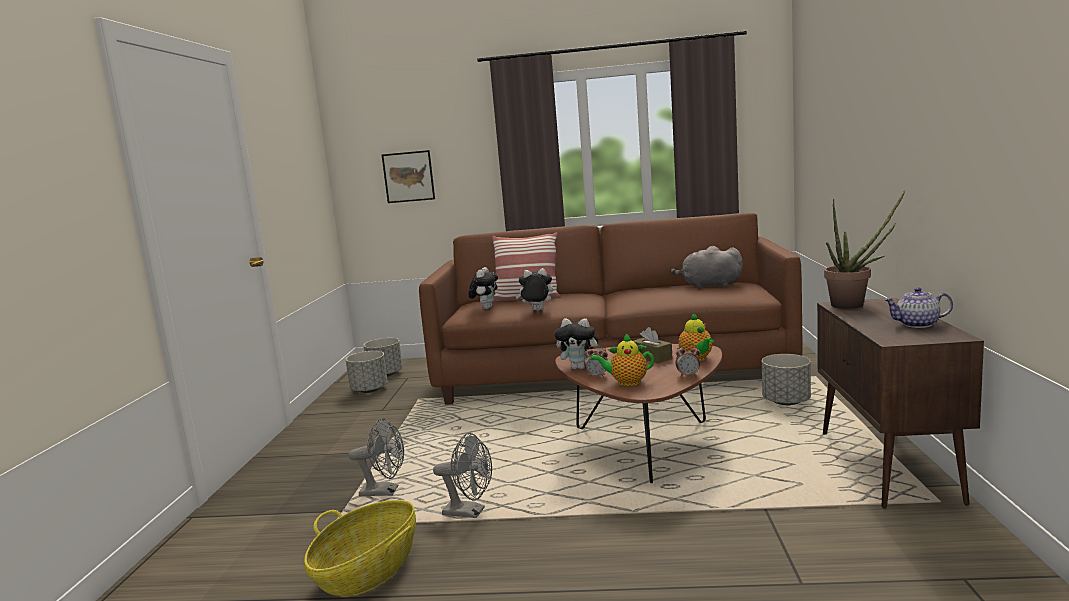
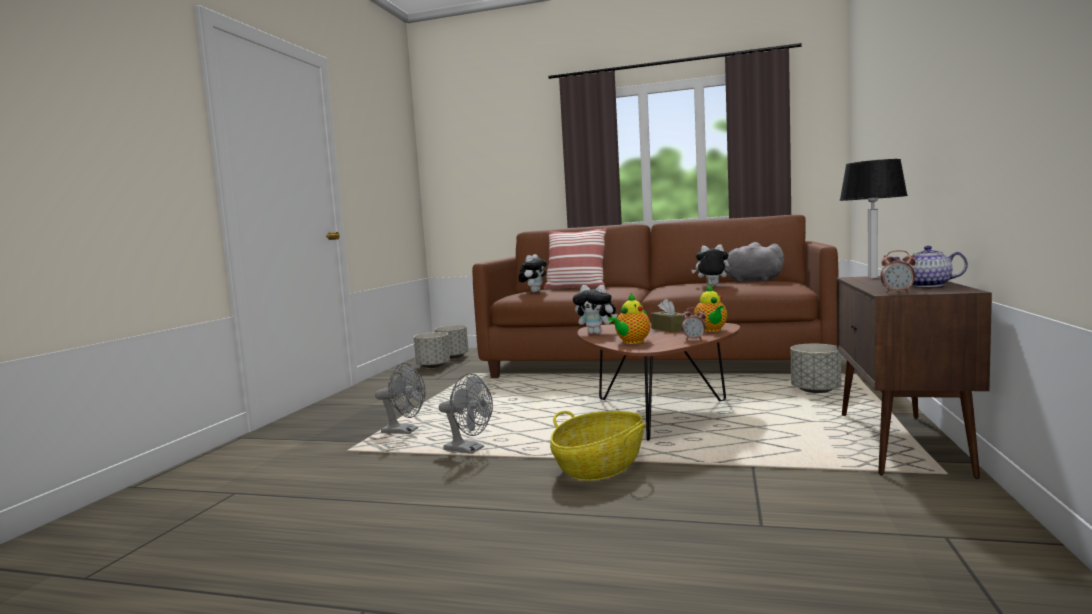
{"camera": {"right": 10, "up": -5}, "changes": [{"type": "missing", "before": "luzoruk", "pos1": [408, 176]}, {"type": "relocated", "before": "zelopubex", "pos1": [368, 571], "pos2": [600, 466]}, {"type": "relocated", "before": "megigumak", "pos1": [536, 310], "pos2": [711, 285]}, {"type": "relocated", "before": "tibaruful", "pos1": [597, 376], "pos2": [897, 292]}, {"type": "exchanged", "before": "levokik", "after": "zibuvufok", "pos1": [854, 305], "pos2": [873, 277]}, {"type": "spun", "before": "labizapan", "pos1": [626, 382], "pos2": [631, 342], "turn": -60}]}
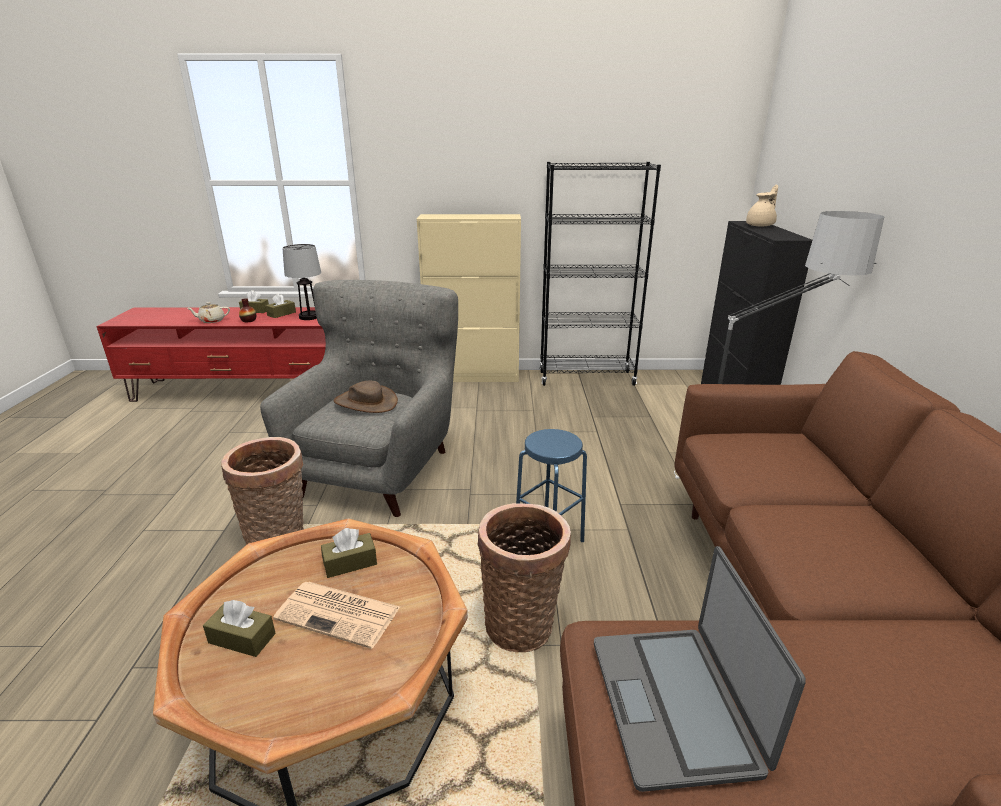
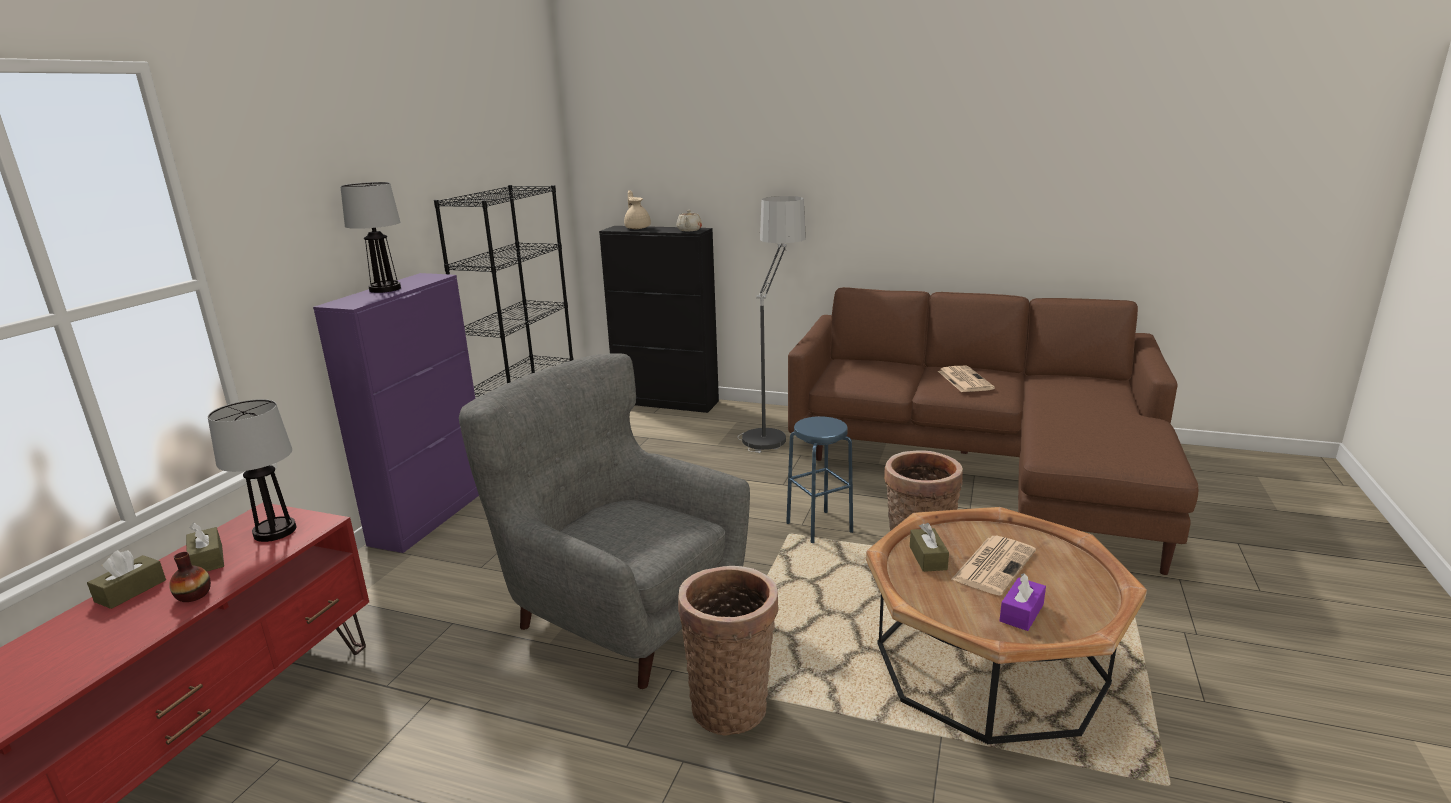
{"camera": {"right": -70, "up": -5}, "changes": [{"type": "missing", "before": "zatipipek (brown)", "pos1": [366, 402]}, {"type": "missing", "before": "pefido", "pos1": [675, 704]}, {"type": "appeared", "after": "zibuvufok", "pos2": [384, 289]}, {"type": "appeared", "after": "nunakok", "pos2": [964, 380]}, {"type": "relocated", "before": "labizapan (beige)", "pos1": [211, 321], "pos2": [689, 230]}, {"type": "colour", "before": "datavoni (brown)", "after": "datavoni (purple)", "pos1": [242, 638], "pos2": [1021, 613]}, {"type": "colour", "before": "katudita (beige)", "after": "katudita (purple)", "pos1": [473, 376], "pos2": [432, 514]}]}
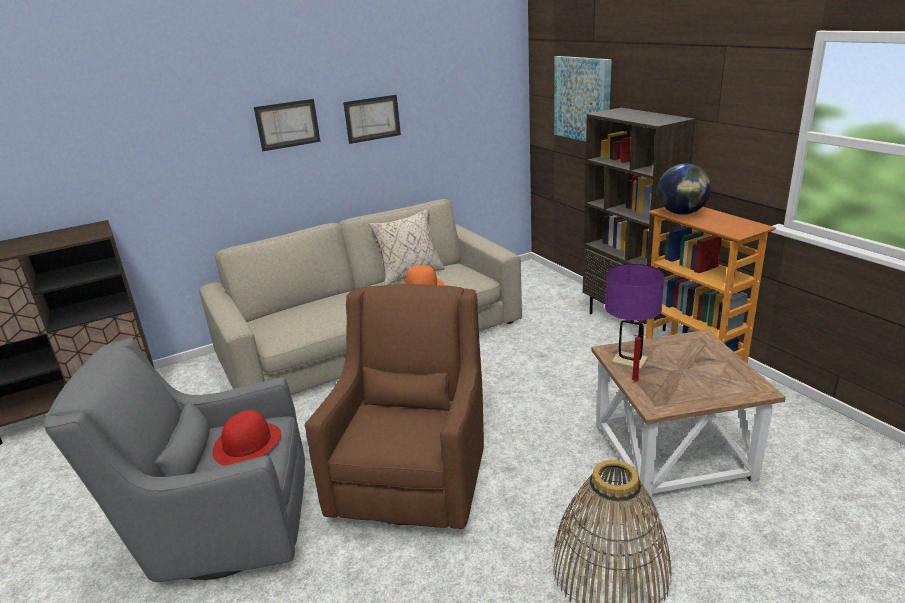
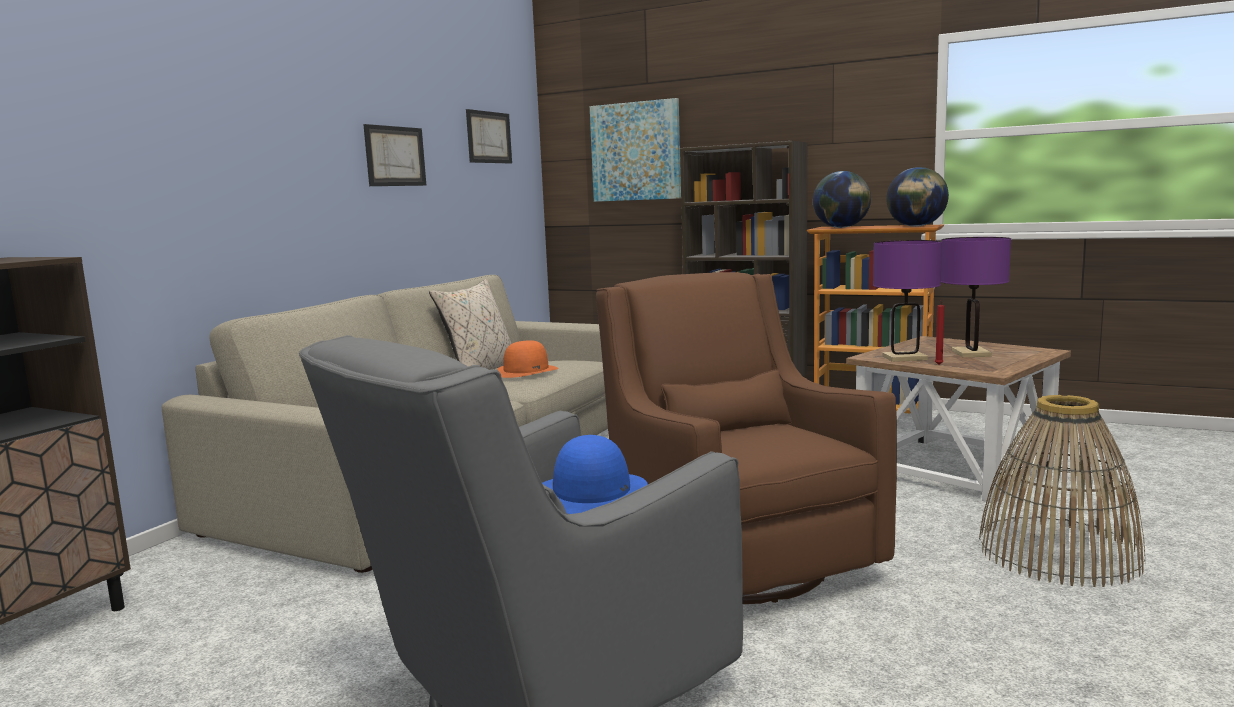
{"camera": {"right": -35, "up": -15}, "changes": [{"type": "appeared", "after": "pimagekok", "pos2": [916, 226]}, {"type": "appeared", "after": "zibuvufok (purple)", "pos2": [971, 353]}, {"type": "relocated", "before": "luzoruk", "pos1": [287, 124], "pos2": [488, 137]}, {"type": "colour", "before": "zatipipek (red)", "after": "zatipipek (blue)", "pos1": [247, 443], "pos2": [592, 493]}]}
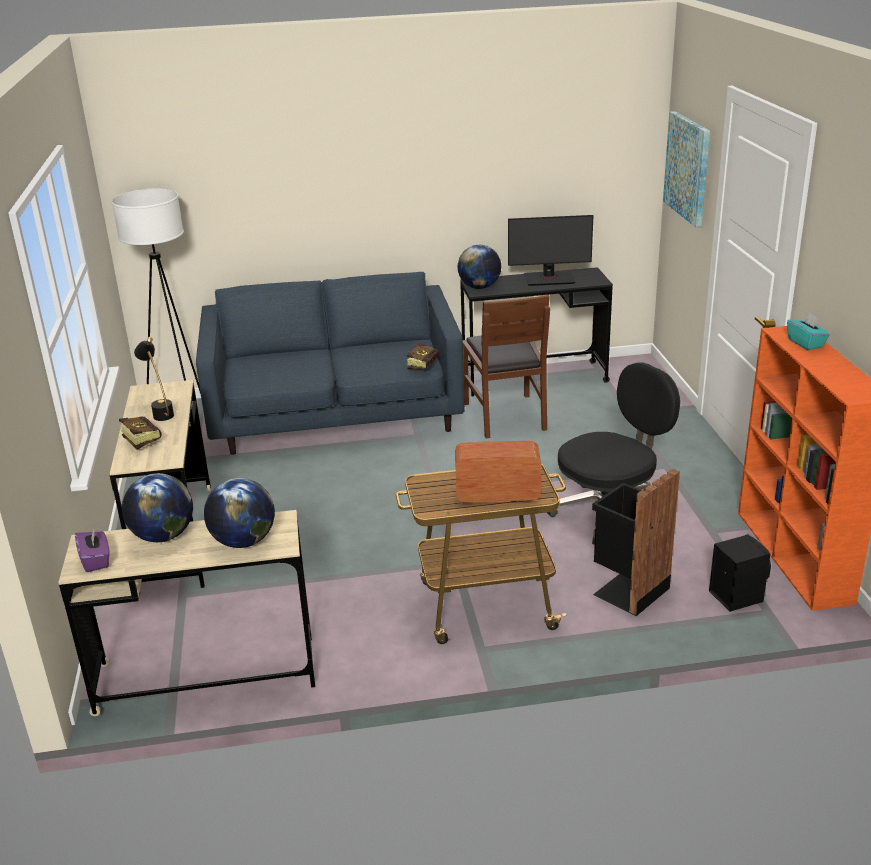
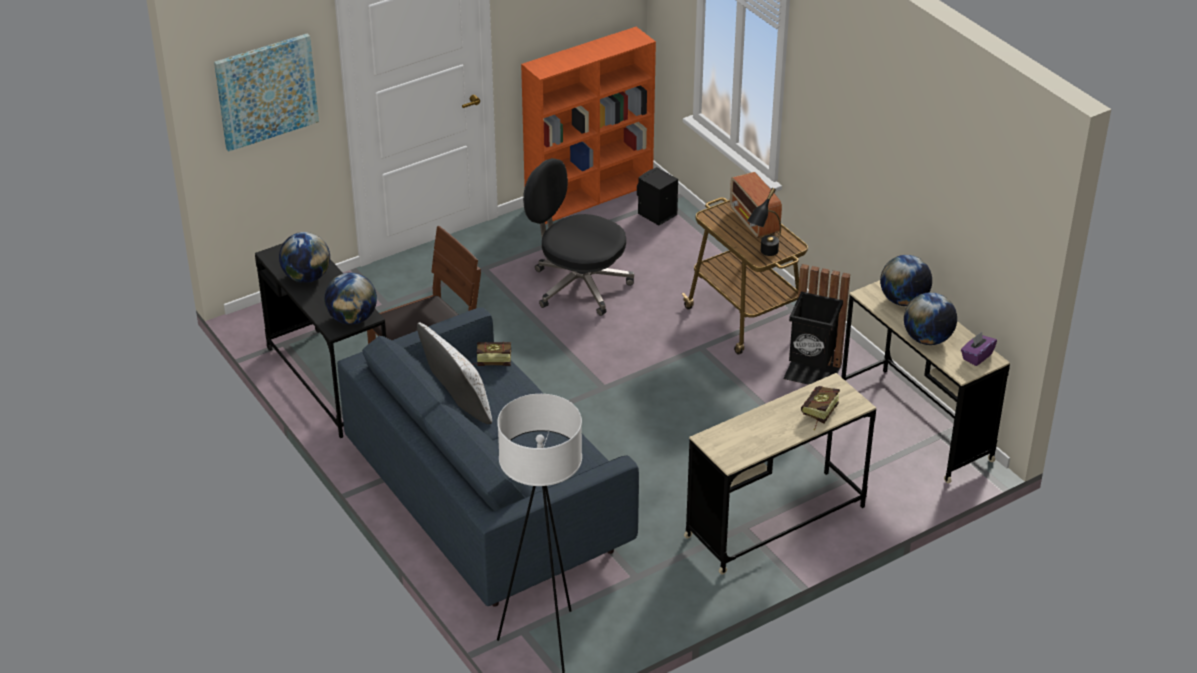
{"camera": {"right": -115, "up": 10}, "changes": [{"type": "missing", "before": "datavoni (turquoise)", "pos1": [806, 343]}, {"type": "appeared", "after": "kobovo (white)", "pos2": [458, 405]}, {"type": "relocated", "before": "zibuvufok (black)", "pos1": [160, 412], "pos2": [764, 255]}, {"type": "relocated", "before": "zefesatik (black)", "pos1": [628, 590], "pos2": [812, 373]}, {"type": "exchanged", "before": "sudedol", "after": "pimagekok", "pos1": [549, 279], "pos2": [306, 277]}]}
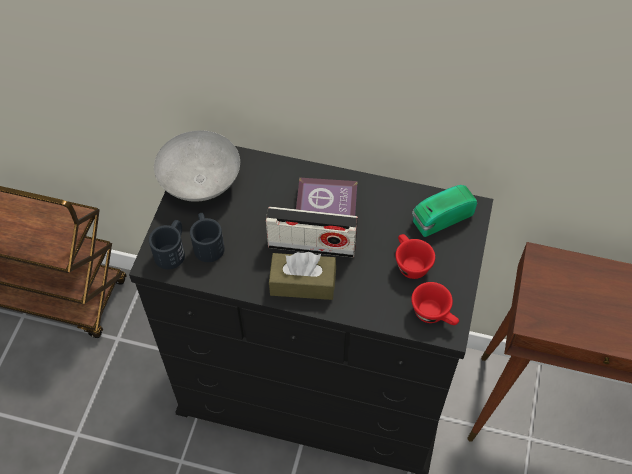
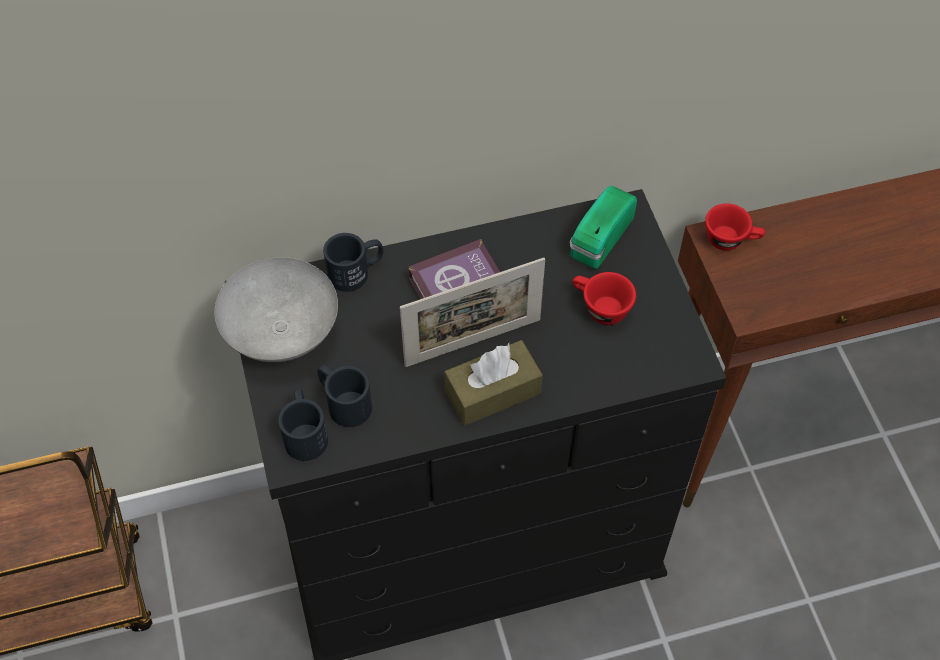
{"camera": {"right": -30, "up": 0}, "changes": [{"type": "appeared", "after": "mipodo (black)", "pos2": [356, 271]}, {"type": "relocated", "before": "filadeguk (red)", "pos1": [434, 314], "pos2": [731, 239]}, {"type": "exchanged", "before": "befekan", "after": "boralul", "pos1": [312, 245], "pos2": [473, 342]}]}
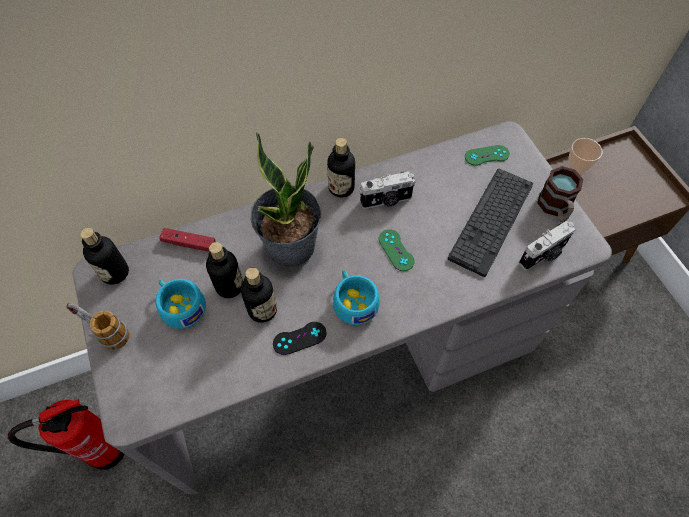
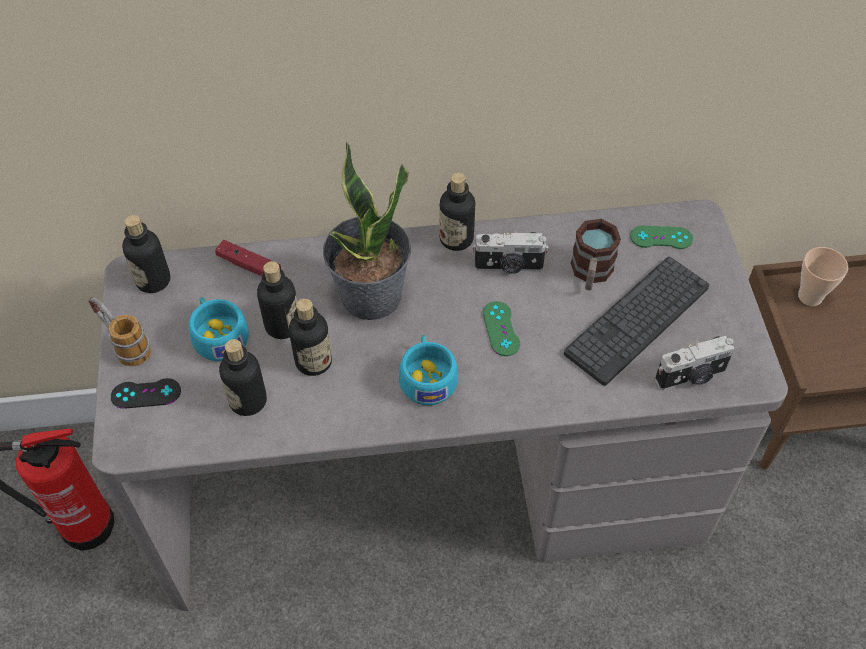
{"camera": {"right": 15, "up": -5}, "changes": [{"type": "appeared", "after": "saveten", "pos2": [248, 401]}, {"type": "relocated", "before": "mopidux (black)", "pos1": [299, 338], "pos2": [146, 394]}, {"type": "relocated", "before": "mipodo", "pos1": [555, 208], "pos2": [590, 274]}]}
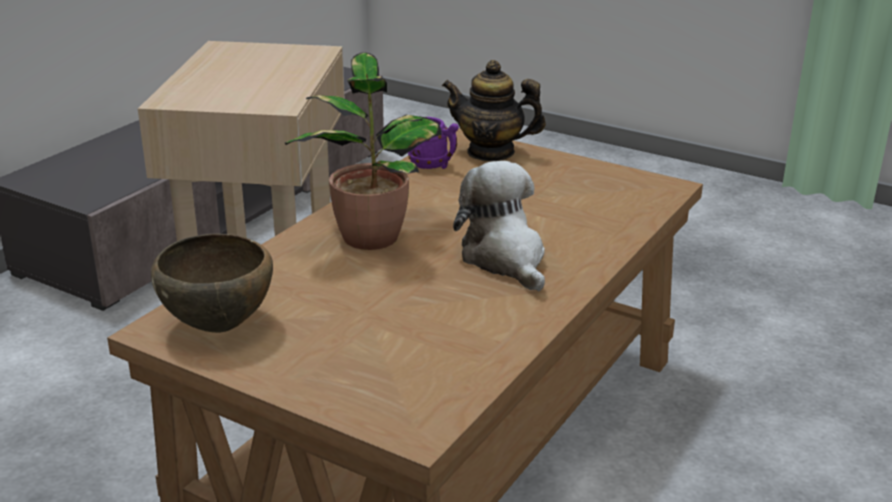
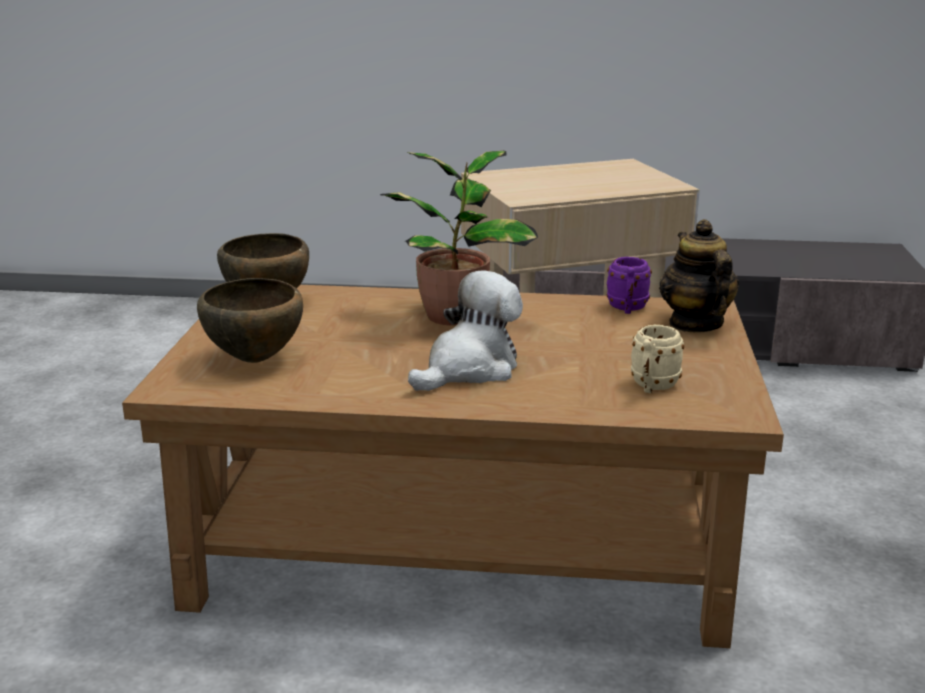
{"camera": {"right": 65, "up": -5}, "changes": [{"type": "appeared", "after": "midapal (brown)", "pos2": [256, 359]}, {"type": "appeared", "after": "mipodo (beige)", "pos2": [652, 386]}]}
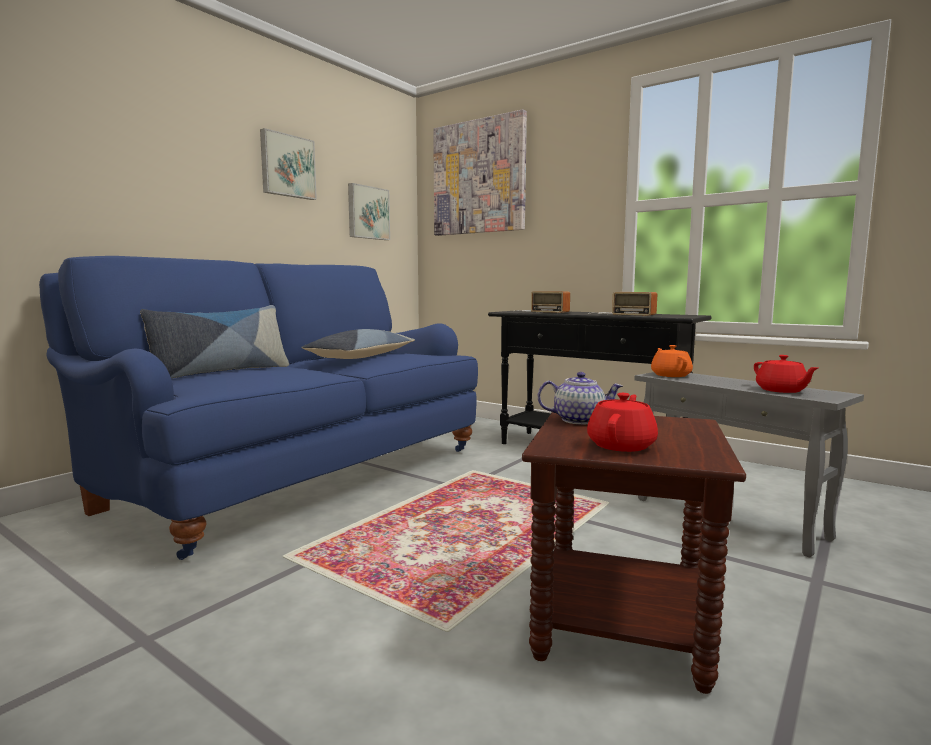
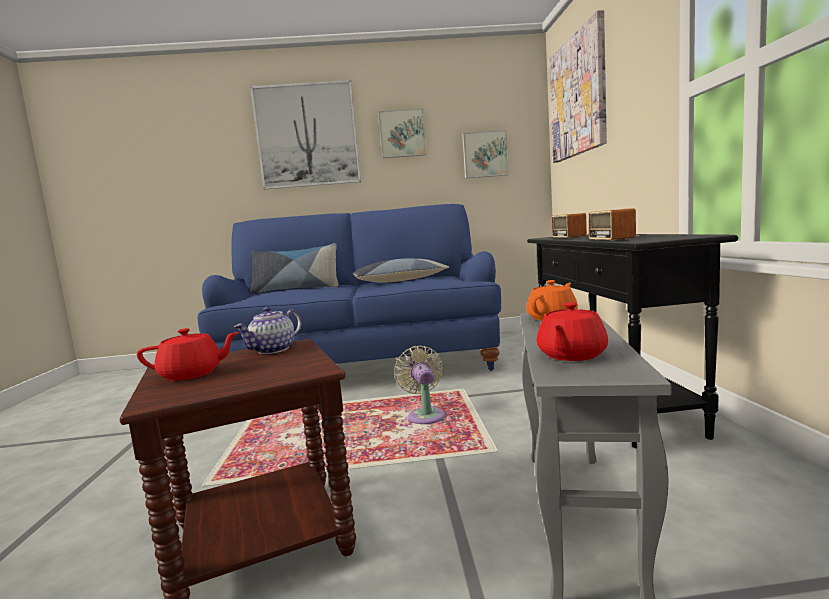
{"camera": {"right": 50, "up": 0}, "changes": [{"type": "appeared", "after": "luzoruk", "pos2": [307, 136]}, {"type": "appeared", "after": "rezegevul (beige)", "pos2": [425, 415]}, {"type": "spun", "before": "labizapan", "pos1": [579, 420], "pos2": [273, 350], "turn": 75}]}
